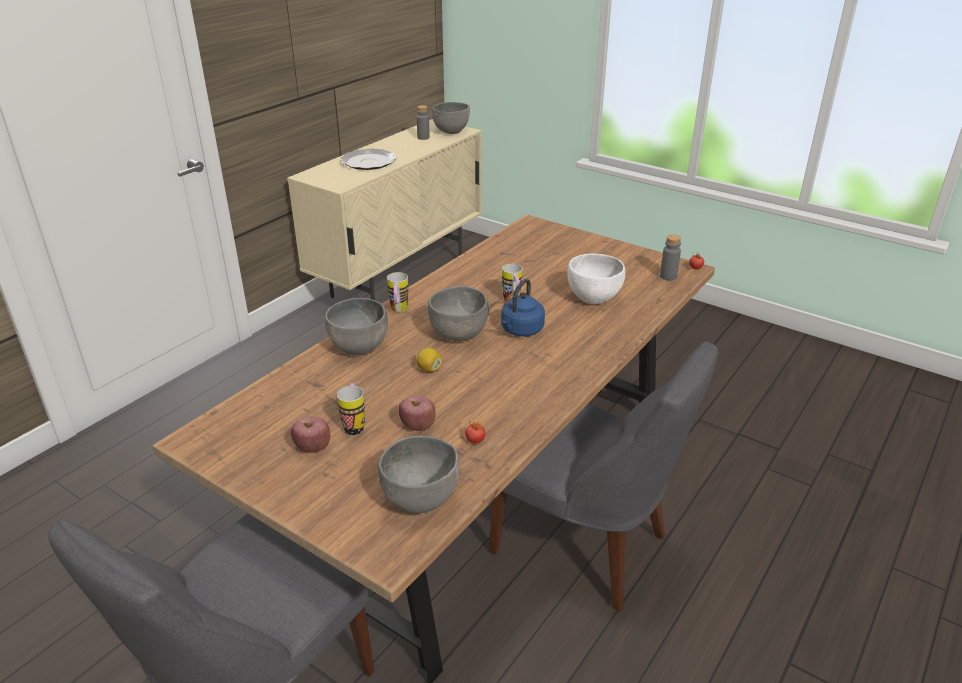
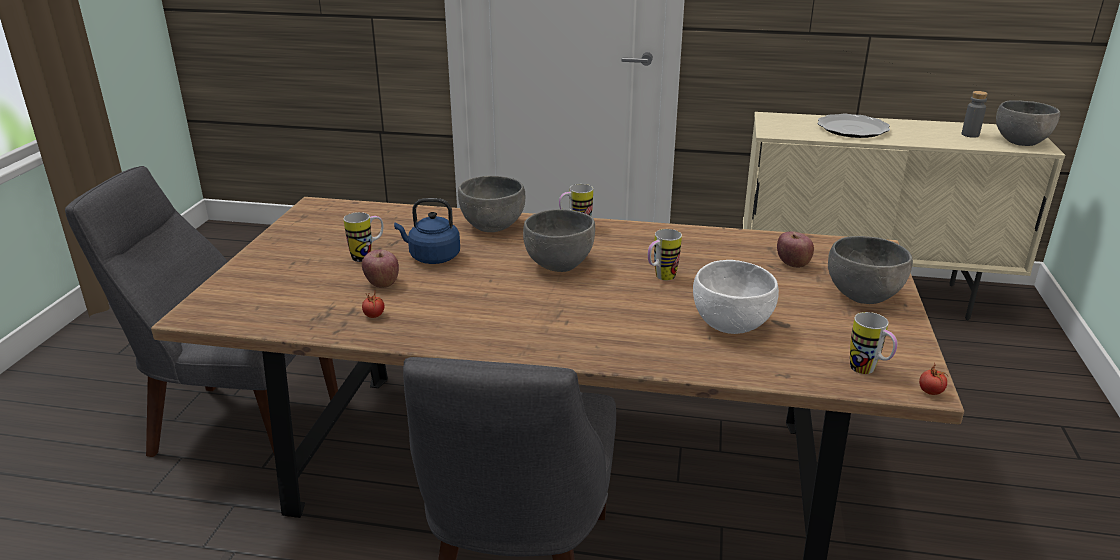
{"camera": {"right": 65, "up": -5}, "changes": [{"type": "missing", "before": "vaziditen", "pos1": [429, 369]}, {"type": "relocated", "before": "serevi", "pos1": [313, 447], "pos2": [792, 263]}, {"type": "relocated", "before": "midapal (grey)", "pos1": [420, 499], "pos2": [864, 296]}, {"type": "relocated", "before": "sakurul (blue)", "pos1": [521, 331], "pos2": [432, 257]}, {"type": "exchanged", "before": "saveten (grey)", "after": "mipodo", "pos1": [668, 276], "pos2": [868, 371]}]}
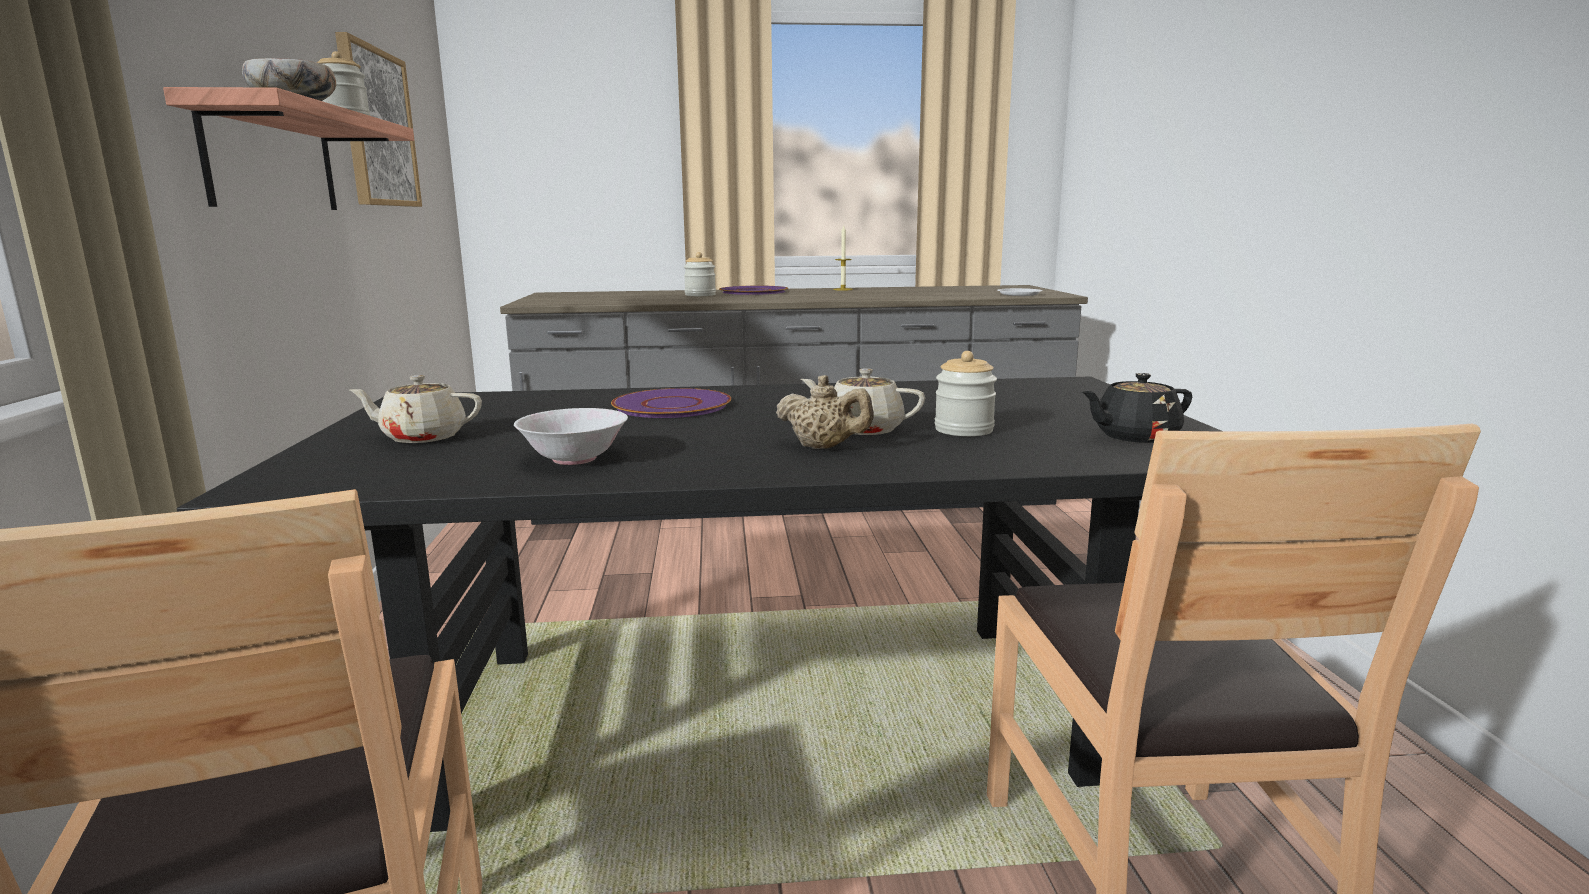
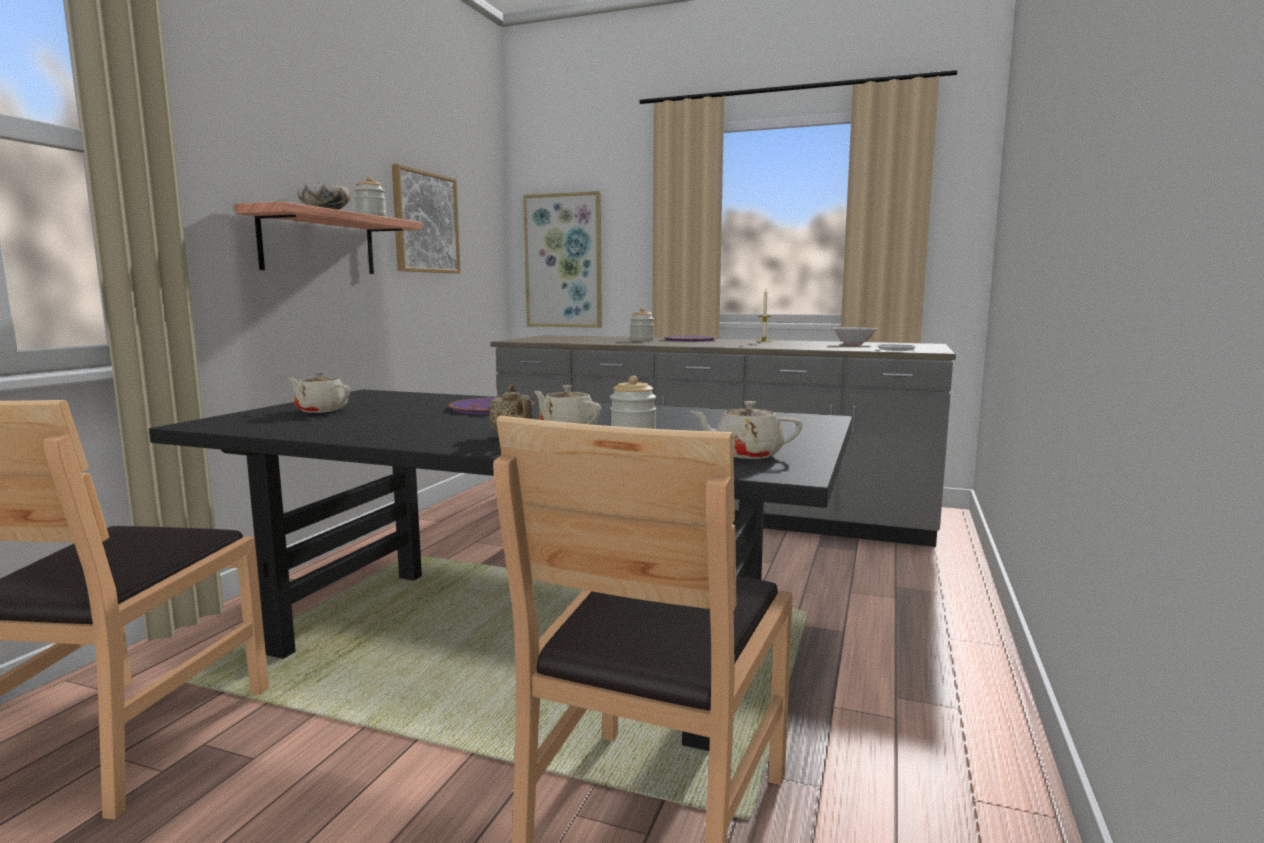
{"camera": {"right": 25, "up": -5}, "changes": [{"type": "appeared", "after": "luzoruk", "pos2": [563, 261]}, {"type": "relocated", "before": "midapal (white)", "pos1": [574, 459], "pos2": [853, 344]}, {"type": "colour", "before": "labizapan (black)", "after": "labizapan (beige)", "pos1": [1134, 437], "pos2": [746, 454]}]}
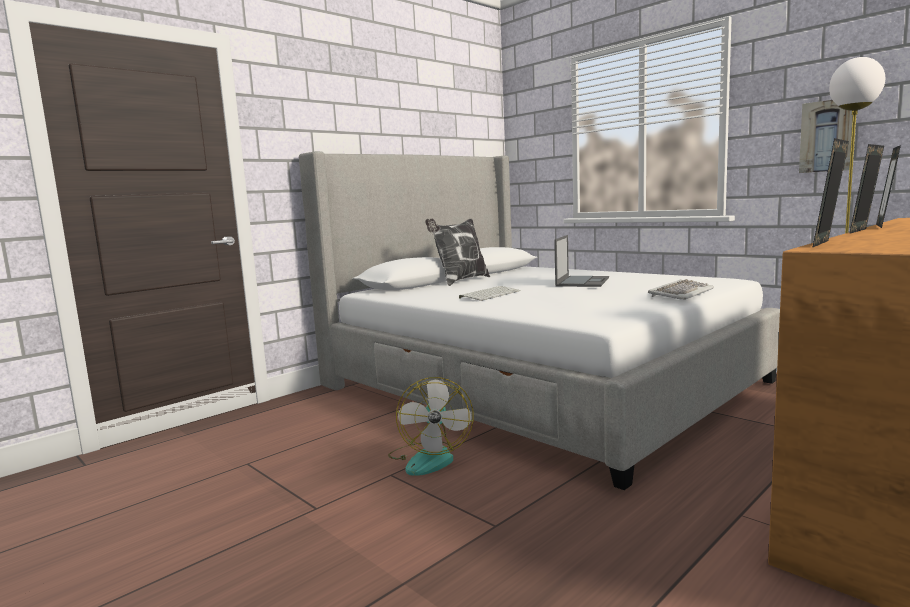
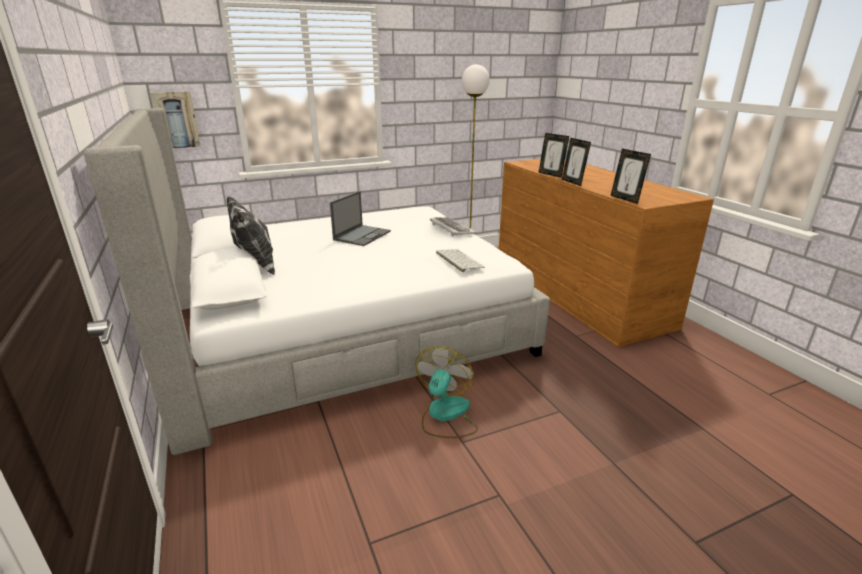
{"camera": {"right": -70, "up": 15}, "changes": [{"type": "relocated", "before": "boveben", "pos1": [490, 294], "pos2": [458, 260]}, {"type": "relocated", "before": "luzoruk", "pos1": [828, 136], "pos2": [176, 120]}, {"type": "spun", "before": "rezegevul", "pos1": [429, 458], "pos2": [445, 415], "turn": -90}, {"type": "spun", "before": "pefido", "pos1": [582, 282], "pos2": [362, 235], "turn": 75}]}
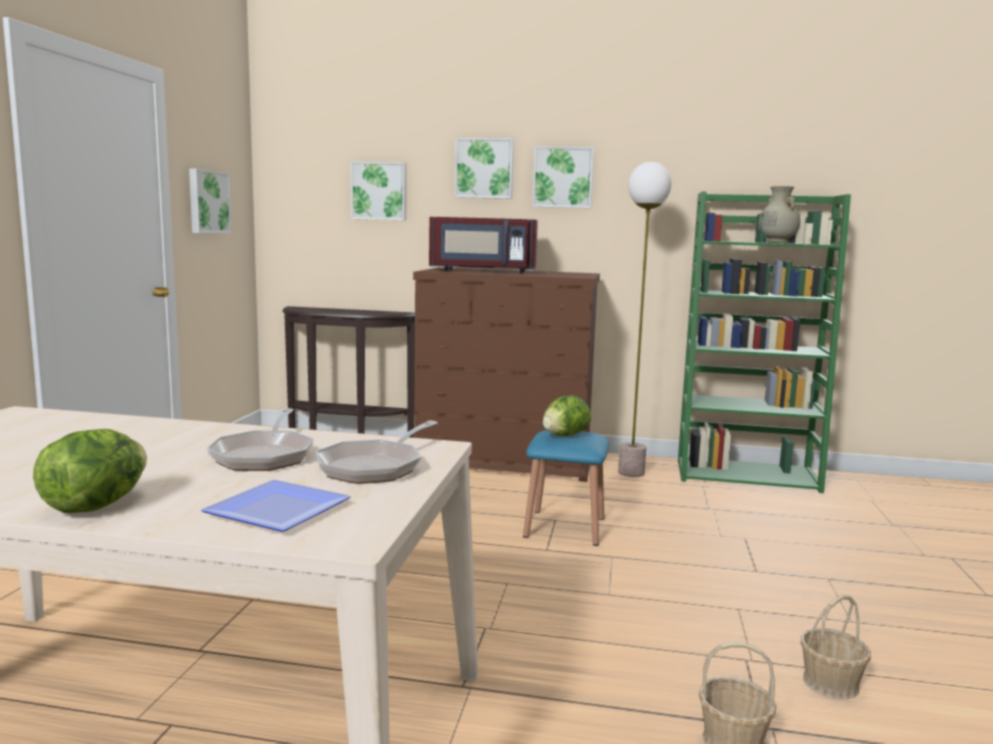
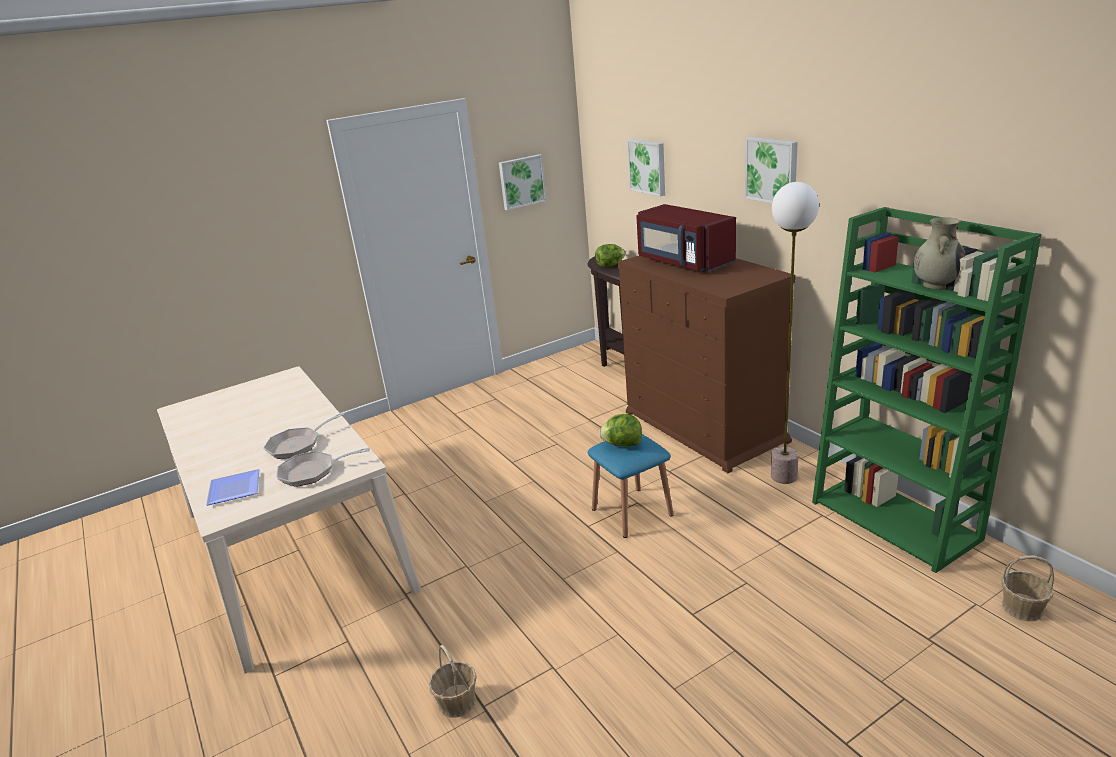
{"camera": {"right": 50, "up": 15}, "changes": [{"type": "missing", "before": "luzoruk", "pos1": [484, 168]}, {"type": "relocated", "before": "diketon", "pos1": [96, 506], "pos2": [610, 266]}, {"type": "relocated", "before": "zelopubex", "pos1": [831, 683], "pos2": [1022, 608]}]}
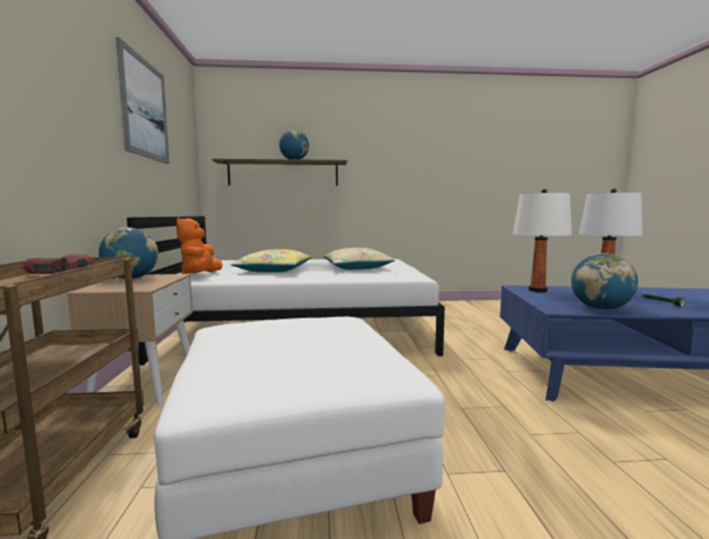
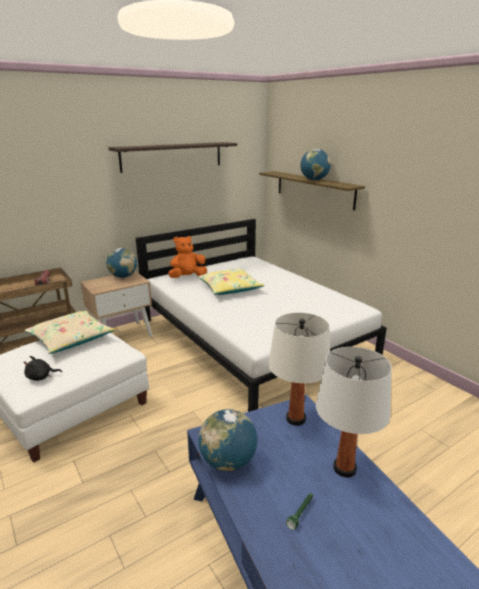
{"camera": {"right": 60, "up": 15}, "changes": [{"type": "appeared", "after": "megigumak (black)", "pos2": [41, 377]}, {"type": "relocated", "before": "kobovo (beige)", "pos1": [356, 267], "pos2": [71, 339]}, {"type": "exchanged", "before": "luzoruk", "after": "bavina", "pos1": [144, 109], "pos2": [172, 156]}]}
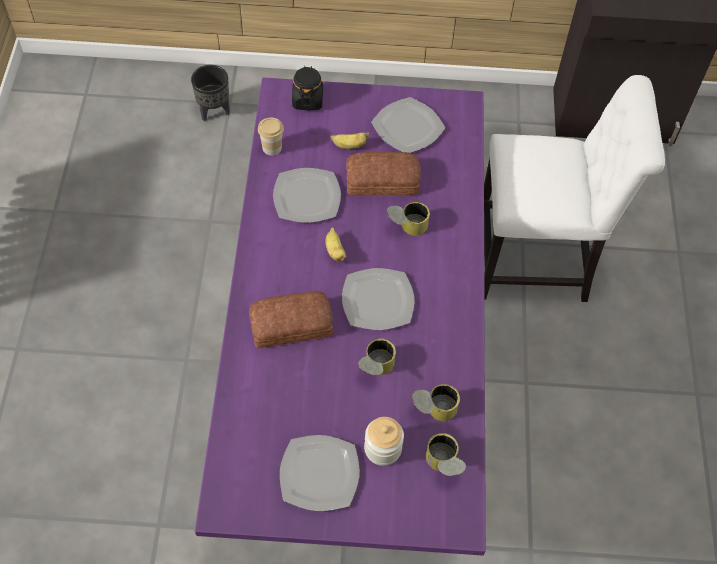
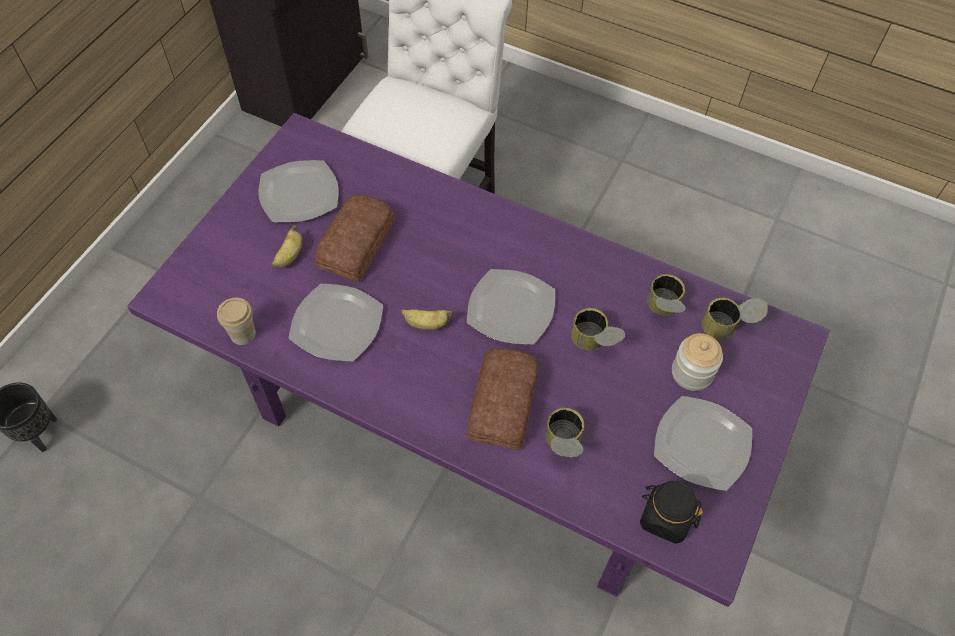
{"camera": {"right": -65, "up": 0}, "changes": [{"type": "relocated", "before": "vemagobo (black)", "pos1": [307, 100], "pos2": [665, 518]}, {"type": "relocated", "before": "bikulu", "pos1": [406, 226], "pos2": [562, 446]}]}
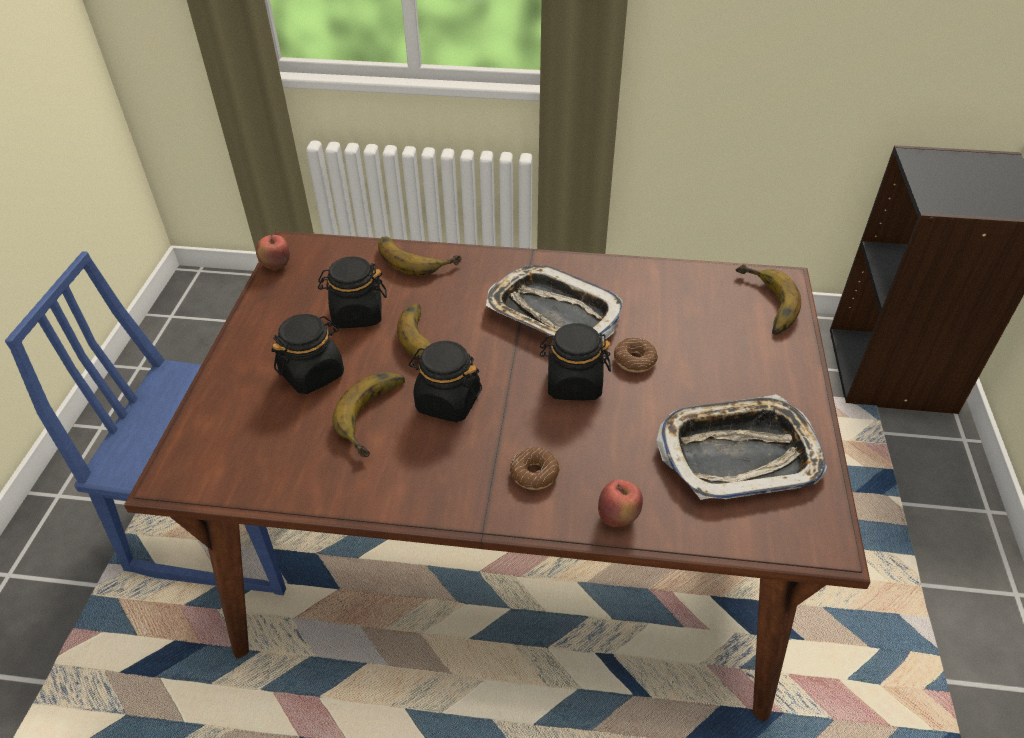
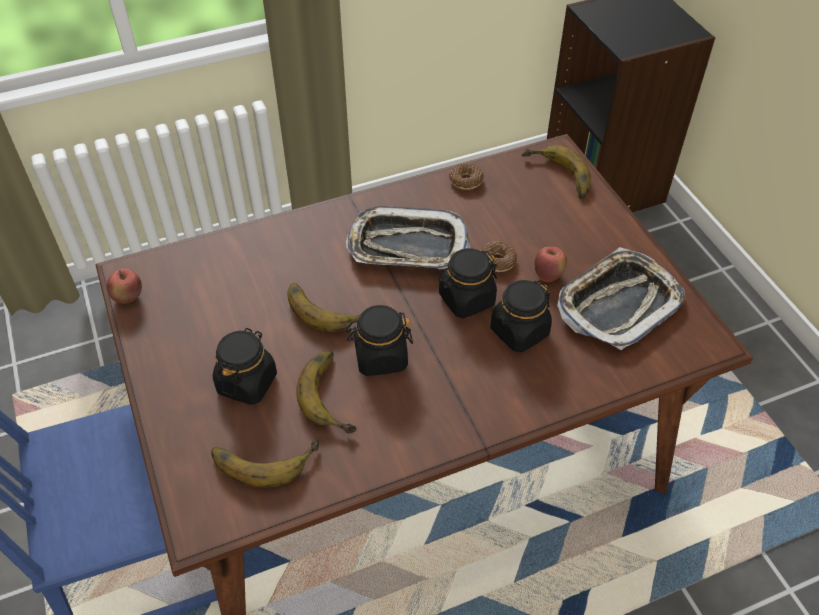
{"camera": {"right": -30, "up": 5}, "changes": [{"type": "relocated", "before": "vemagobo (black)", "pos1": [357, 314], "pos2": [519, 332]}, {"type": "relocated", "before": "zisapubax", "pos1": [417, 256], "pos2": [264, 456]}, {"type": "relocated", "before": "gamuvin", "pos1": [534, 473], "pos2": [466, 180]}, {"type": "relocated", "before": "serevi", "pos1": [618, 517], "pos2": [548, 275]}]}
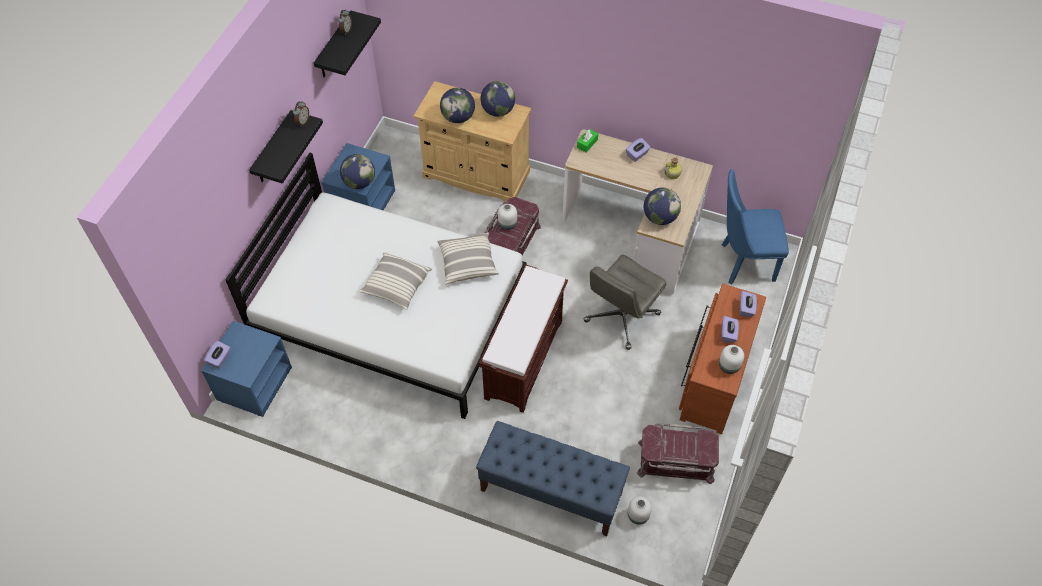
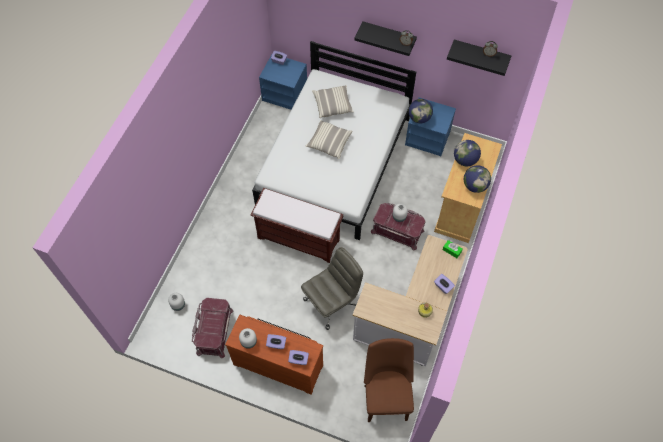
{"camera": {"right": 90, "up": 5}, "changes": [{"type": "missing", "before": "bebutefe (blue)", "pos1": [551, 491]}, {"type": "missing", "before": "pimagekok", "pos1": [660, 217]}, {"type": "relocated", "before": "kobovo", "pos1": [467, 263], "pos2": [333, 105]}, {"type": "colour", "before": "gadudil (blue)", "after": "gadudil (brown)", "pos1": [742, 263], "pos2": [385, 397]}, {"type": "spun", "before": "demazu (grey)", "pos1": [621, 318], "pos2": [332, 302], "turn": 105}]}
